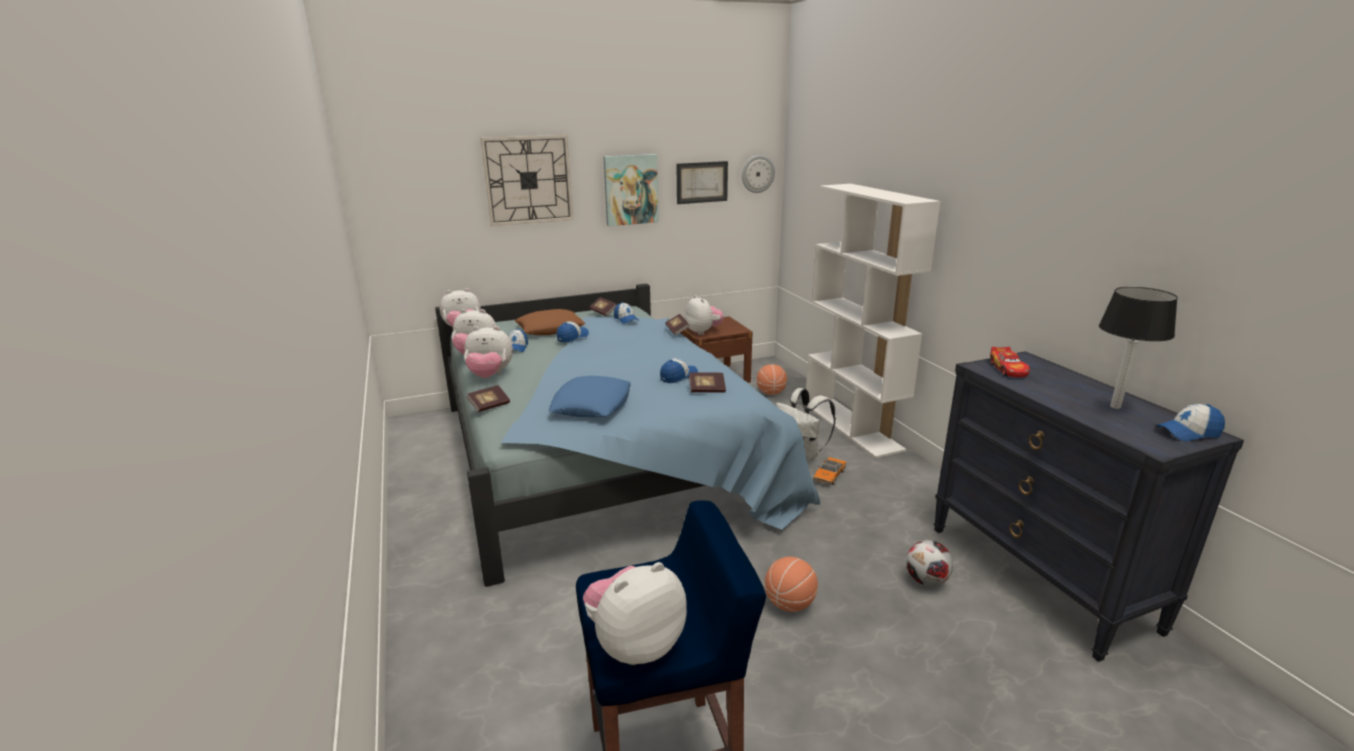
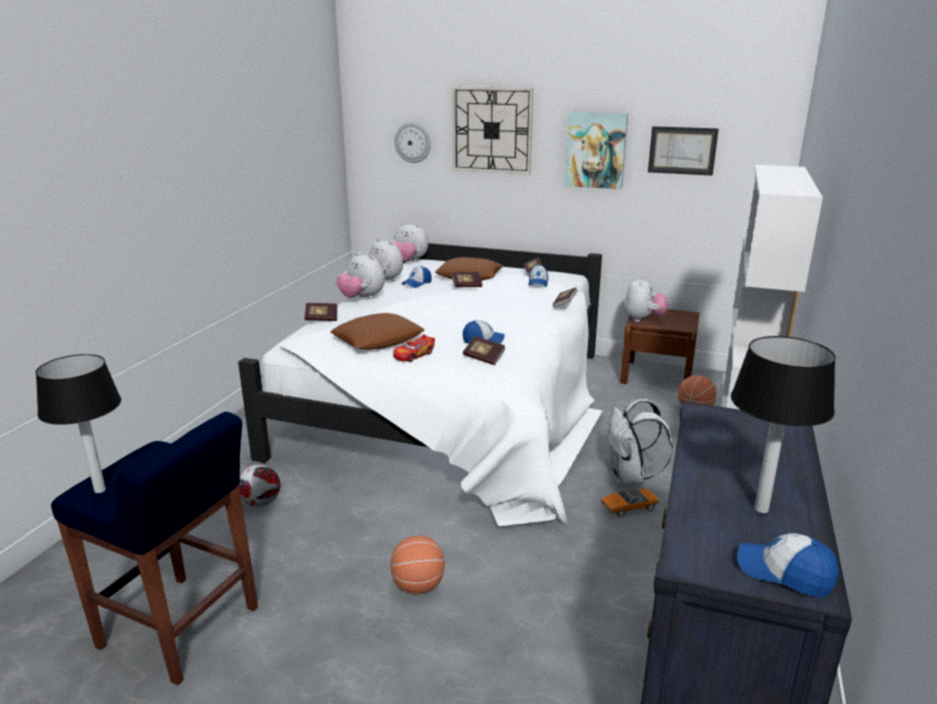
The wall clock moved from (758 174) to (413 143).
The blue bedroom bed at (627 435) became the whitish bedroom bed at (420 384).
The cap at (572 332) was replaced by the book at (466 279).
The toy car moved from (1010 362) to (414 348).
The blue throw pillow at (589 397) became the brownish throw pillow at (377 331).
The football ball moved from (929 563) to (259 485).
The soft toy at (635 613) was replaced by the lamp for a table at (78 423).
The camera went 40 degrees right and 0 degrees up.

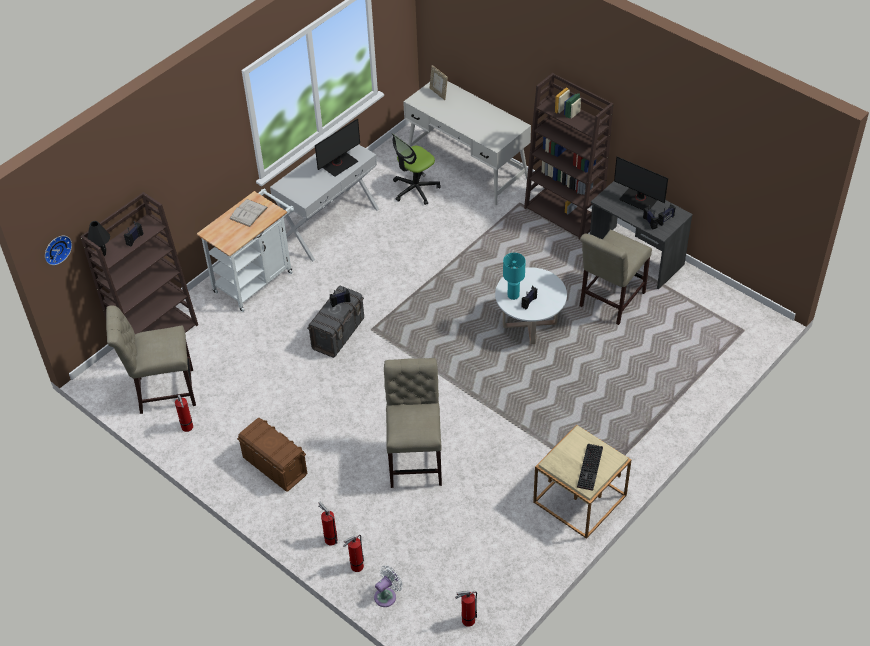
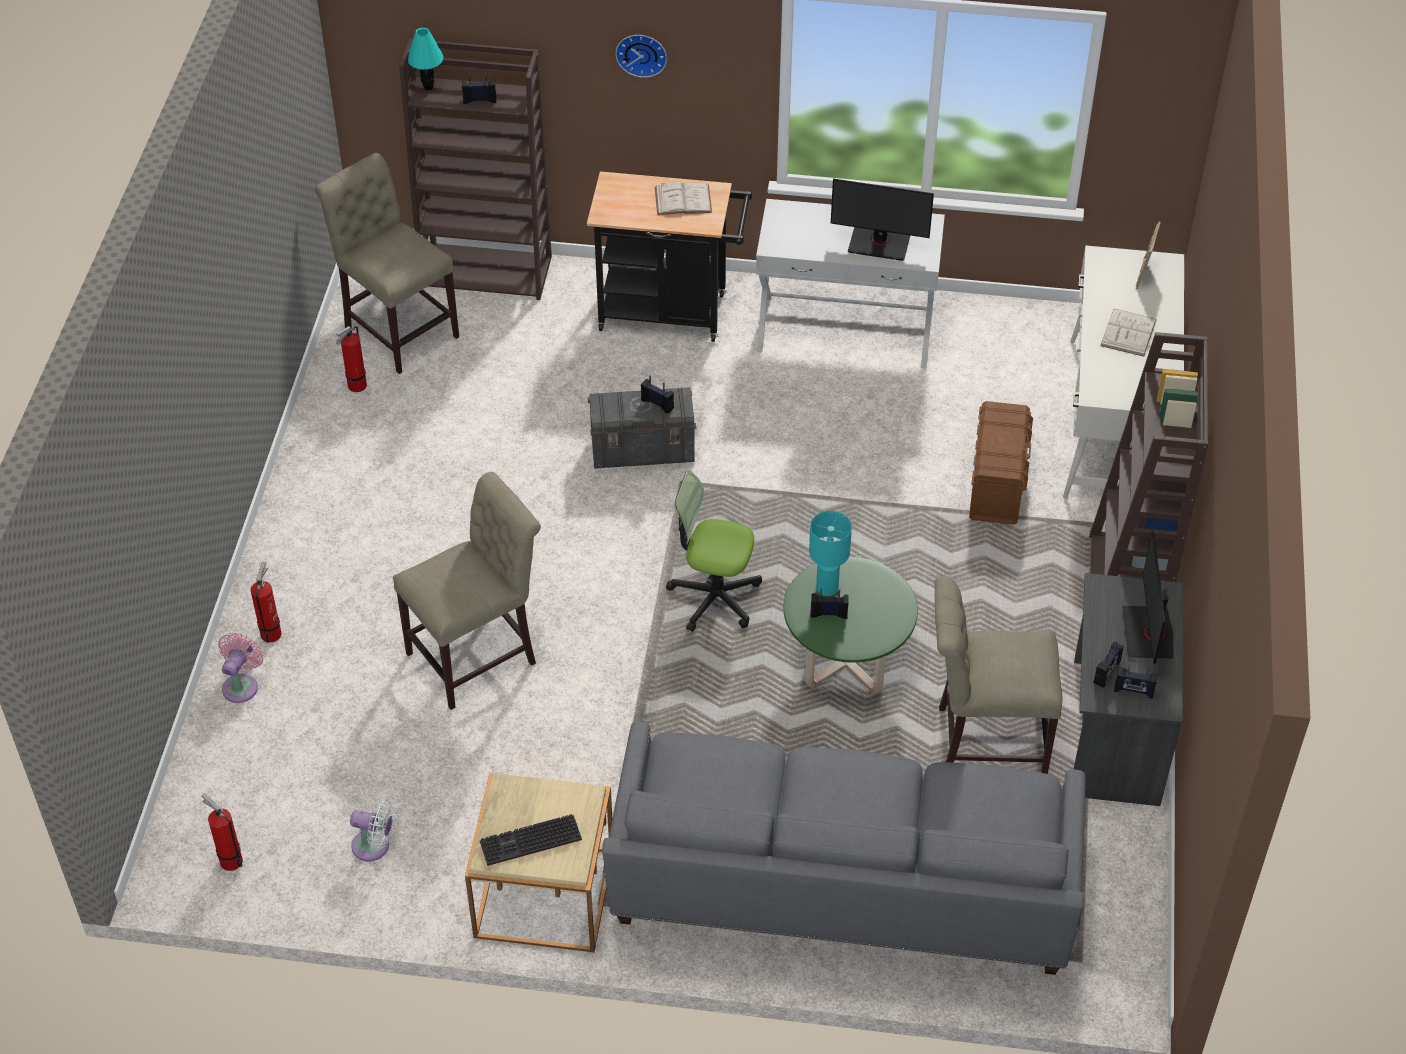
The office chair moved from (416 169) to (714 551).
The whitish trolley at (245 250) became the blackish trolley at (669 256).
The blackish lamp for a table at (98 238) became the turquoise-coloured lamp for a table at (425 59).
The wall clock moved from (58 250) to (641 56).
The whitish coffee table at (531 305) became the green-coloured coffee table at (851 626).
The brownish storage bin moved from (272 455) to (1001 463).
The fire extinguisher at (353 553) was replaced by the pink-coloured fan at (241 668).
The whitish fan moved from (388 586) to (372 830).
The whitish book at (1128 333) appeared.
The grey sofa at (844 848) appeared.
The camera went 55 degrees right and 0 degrees up.

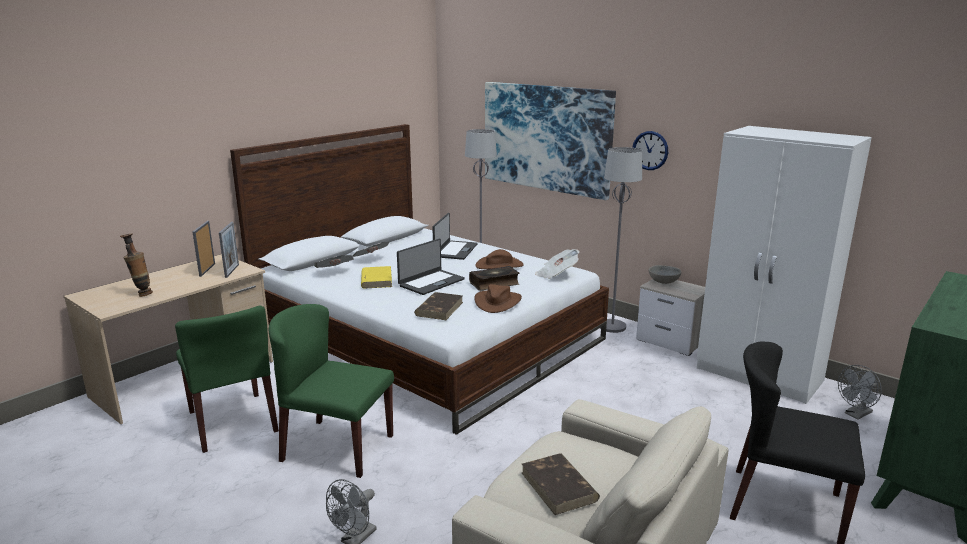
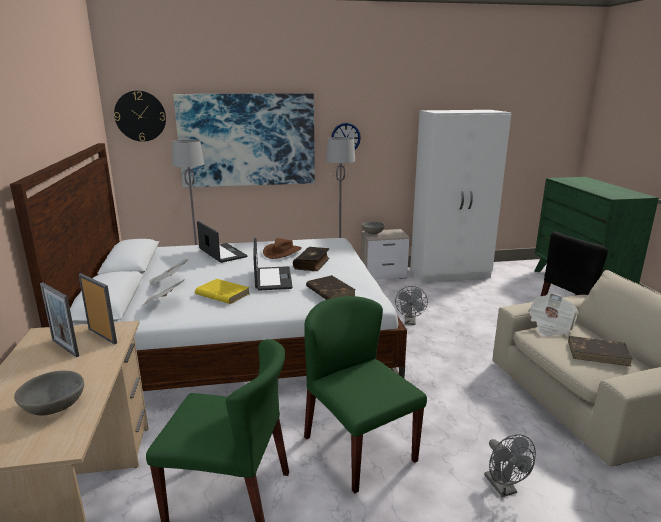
The flower vase at (136 265) was replaced by the grey deep dish at (49 393).
The daily paper moved from (557 264) to (553 314).
The brownish wearable hat at (498 298) disappeared.
The green-coloured plain chair at (331 391) turned 90 degrees clockwise.
The grey fan moved from (860 392) to (411 305).
The wall clock at (140 116) appeared.
The camera went 50 degrees left and 0 degrees up.

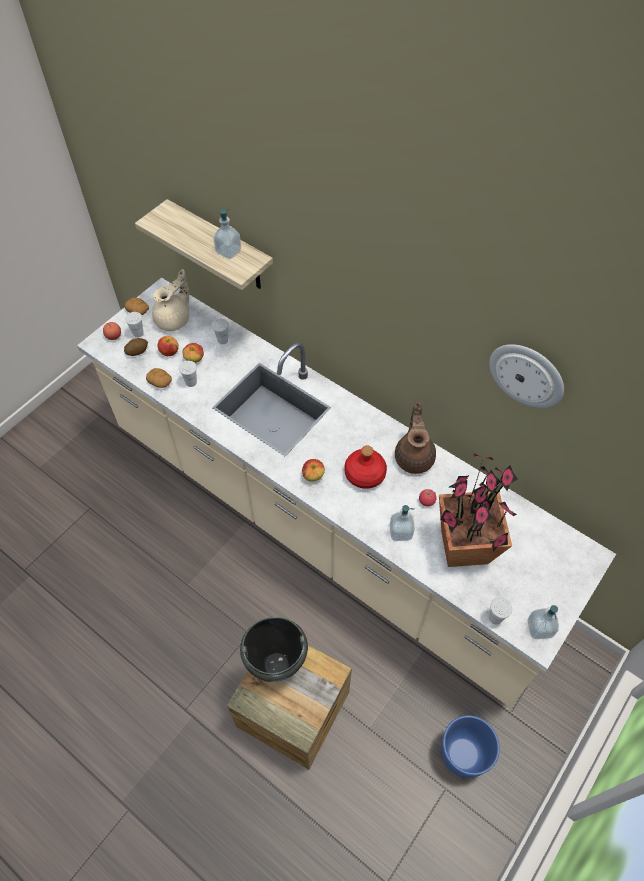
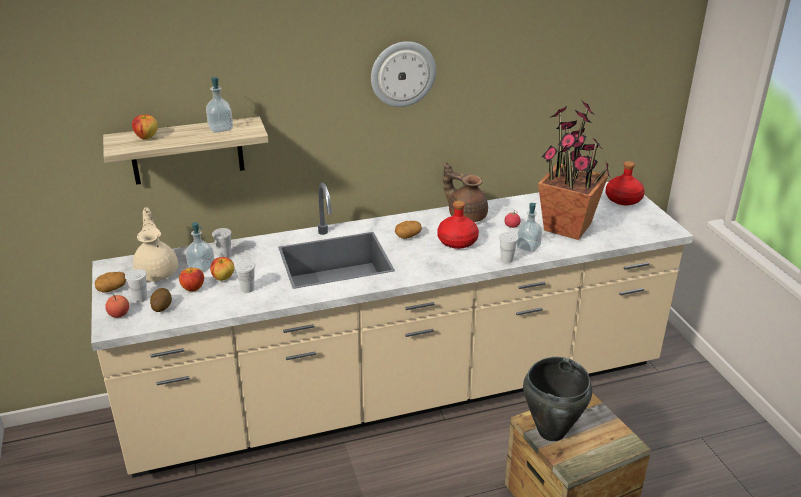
The wall clock moved from (526 376) to (403 74).
The spud moved from (159 378) to (408 230).
The whole apple moved from (313 470) to (145 126).
The whitish small cup moved from (500 610) to (509 247).
The soap dispenser moved from (543 622) to (200 247).
The blue planter at (470 746) disappeared.
The red-coloured drink bottle at (625 183) appeared.
The camera went 55 degrees left and 25 degrees down.

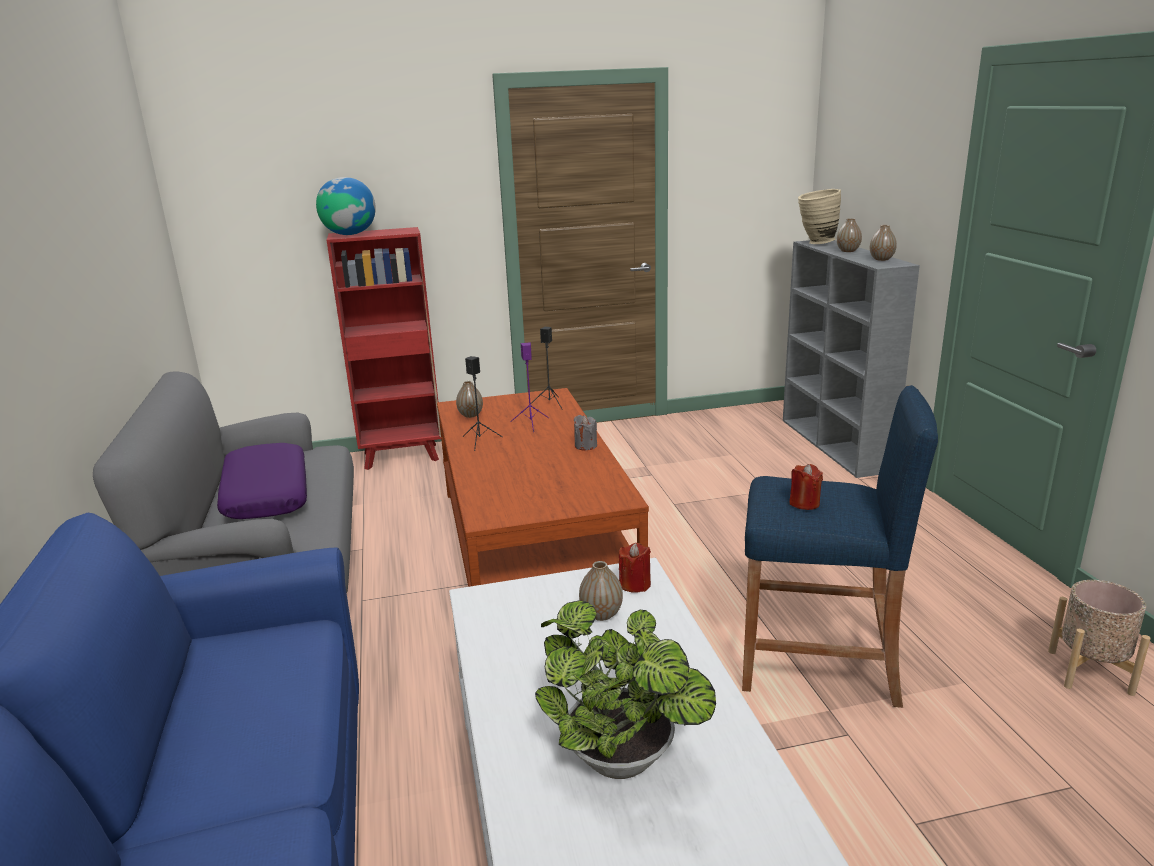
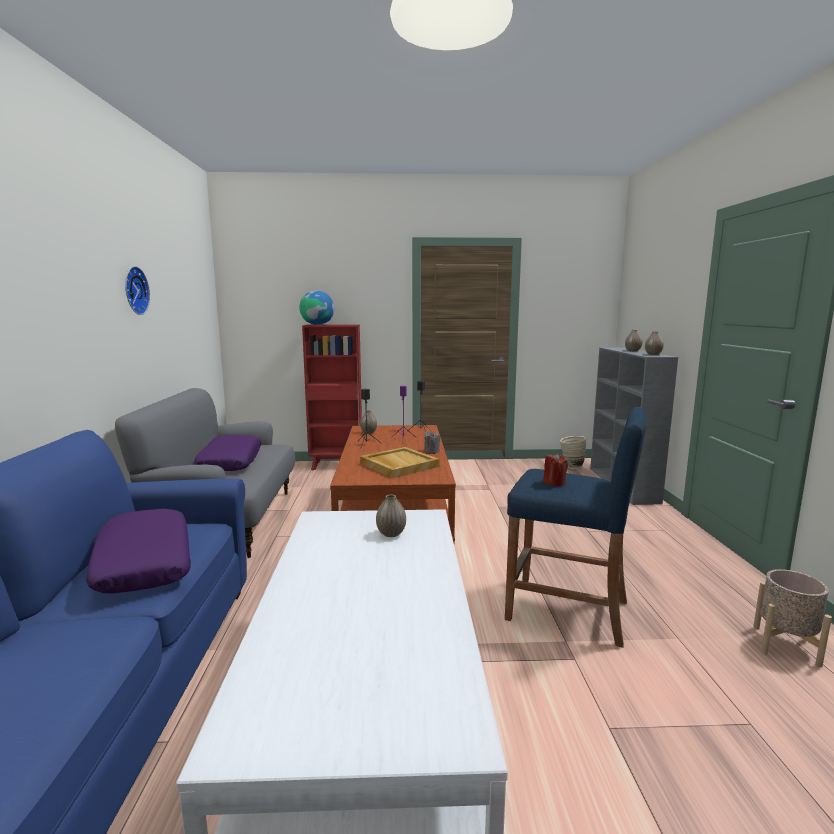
The beige flower vase moved from (819 216) to (573 452).
The red-coloured wax light at (635 568) disappeared.
The houseplant at (625 689) disappeared.
The wall clock at (137 290) appeared.
The beige tray at (400 462) appeared.
The purplish throw pillow at (138 551) appeared.
The camera went 10 degrees right and 10 degrees down.

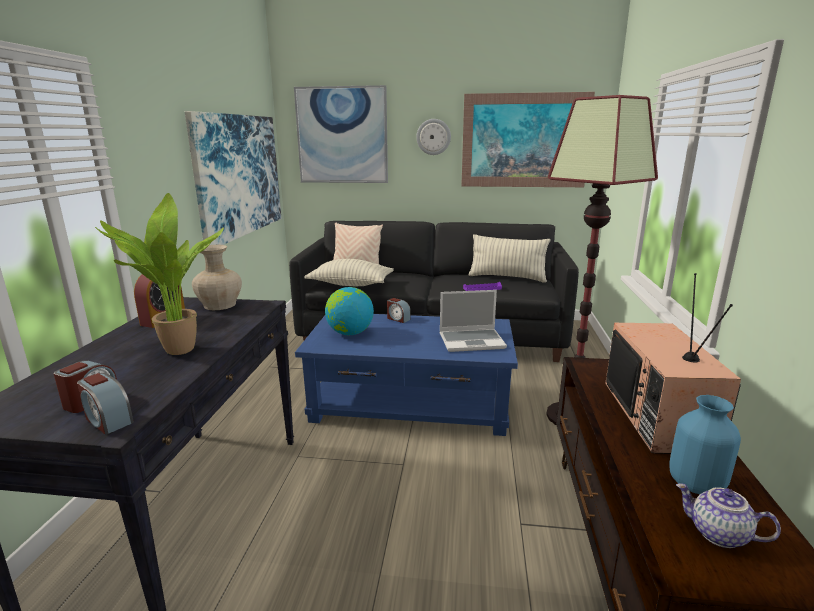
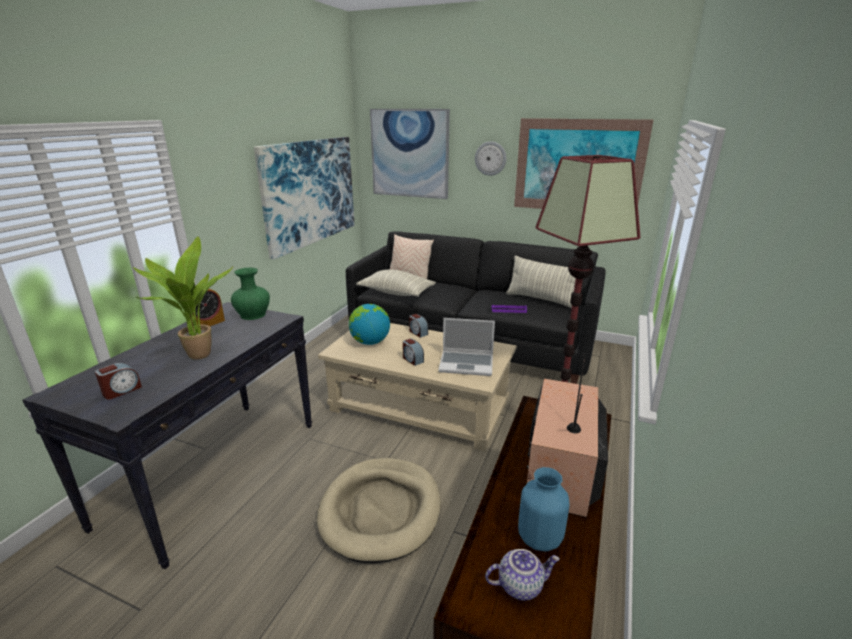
The beige flower vase at (217 277) became the green-coloured flower vase at (250 294).
The blue coffee table at (406 375) became the beige coffee table at (417 387).
The bedside clock moved from (105 404) to (413 352).
The teapot at (728 515) turned 120 degrees clockwise.
The beige pet bed at (379 511) appeared.
The camera went 15 degrees right and 5 degrees up.

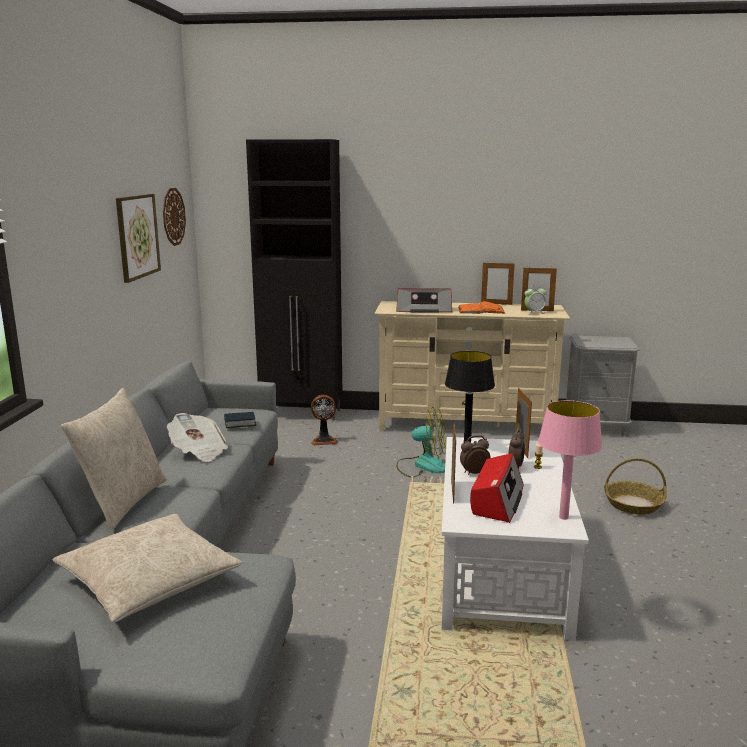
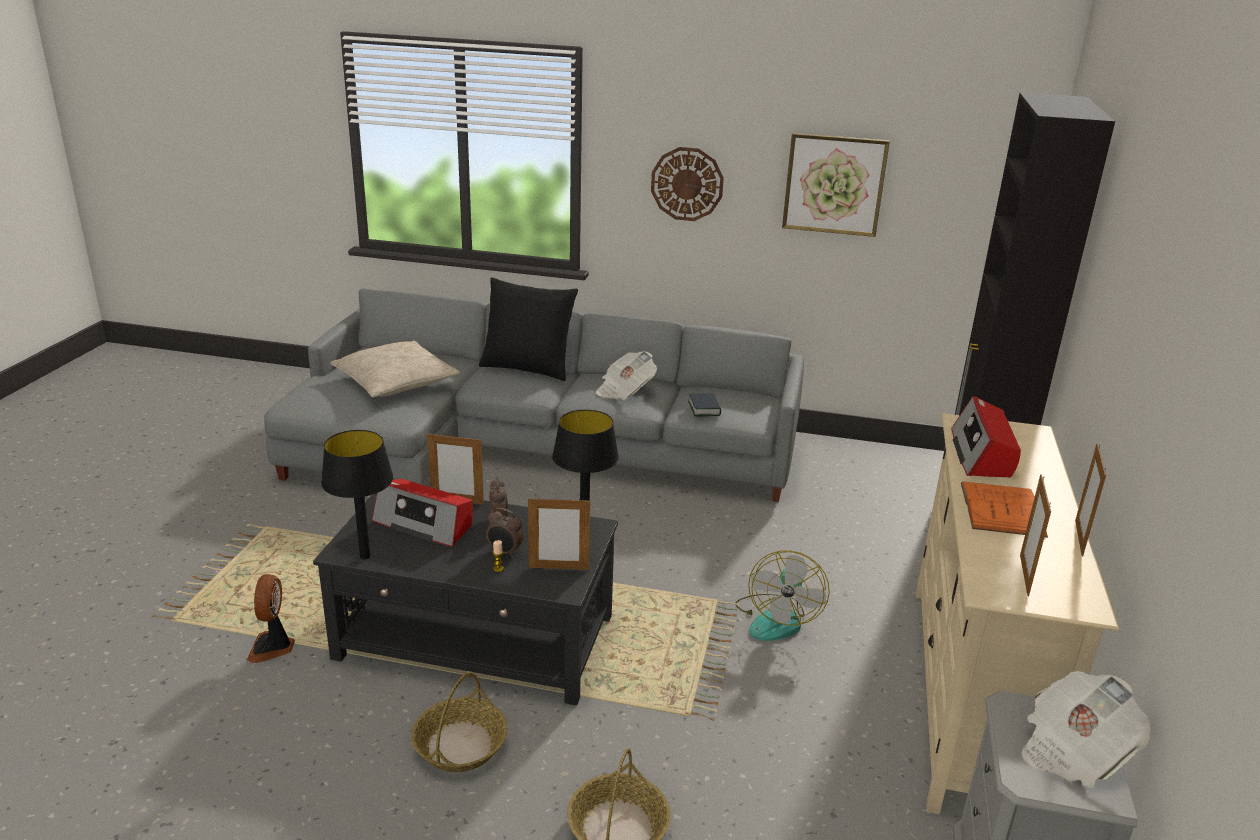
The wall clock moved from (174 217) to (687 184).
The bedside clock at (535 300) disappeared.
The beige throw pillow at (114 459) became the blackish throw pillow at (528 329).
The fan moved from (324 420) to (271 618).
The pink-coloured lamp for a table at (570 460) became the blackish lamp for a table at (357 494).
The whitish coffee table at (515 538) became the blackish coffee table at (465 599).
The daily paper at (1086 729) appeared.
The basket at (459 722) appeared.
The camera went 95 degrees right and 10 degrees up.

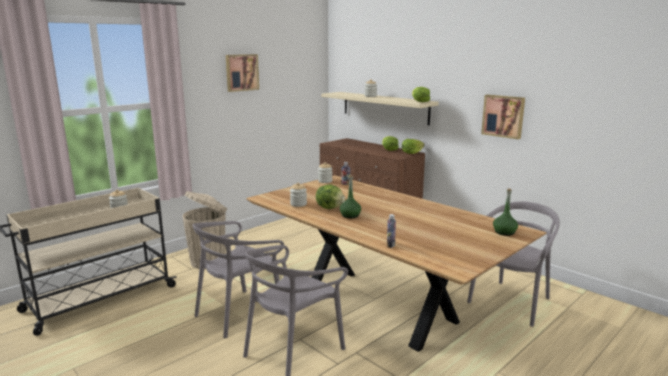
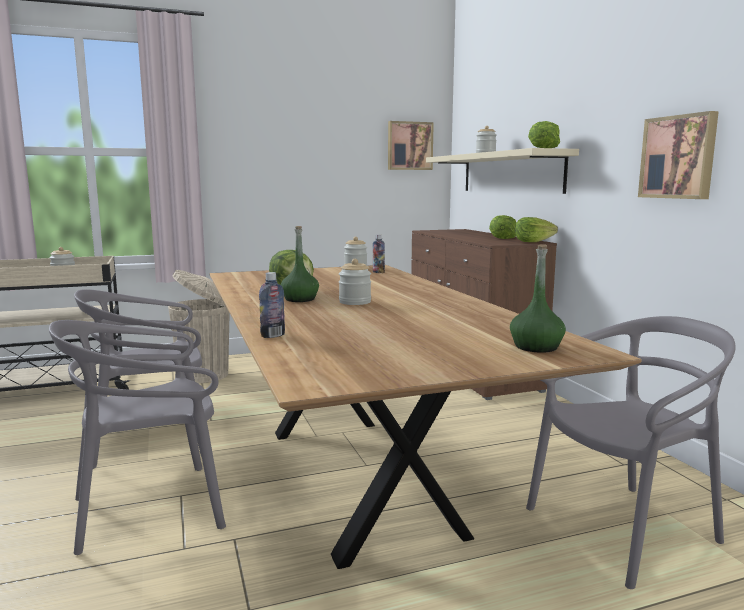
The wall picture moved from (242 73) to (411 145).
The jar moved from (298 194) to (355 282).
The camera went 25 degrees right and 5 degrees down.

